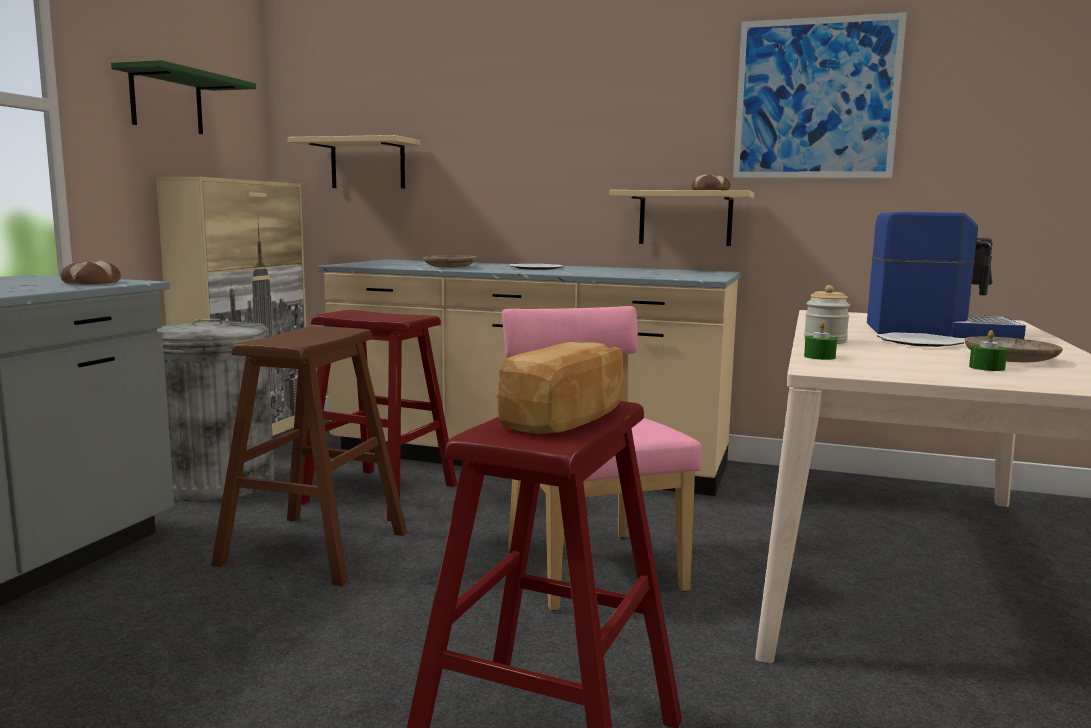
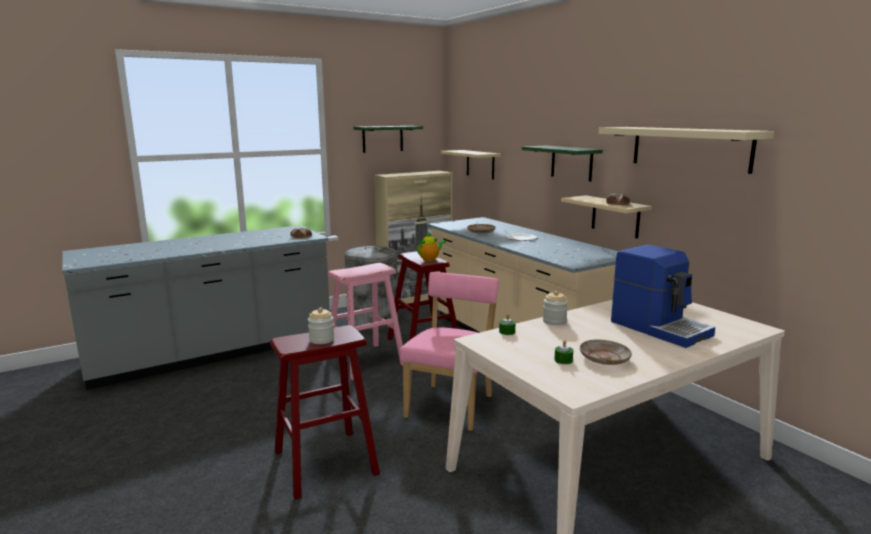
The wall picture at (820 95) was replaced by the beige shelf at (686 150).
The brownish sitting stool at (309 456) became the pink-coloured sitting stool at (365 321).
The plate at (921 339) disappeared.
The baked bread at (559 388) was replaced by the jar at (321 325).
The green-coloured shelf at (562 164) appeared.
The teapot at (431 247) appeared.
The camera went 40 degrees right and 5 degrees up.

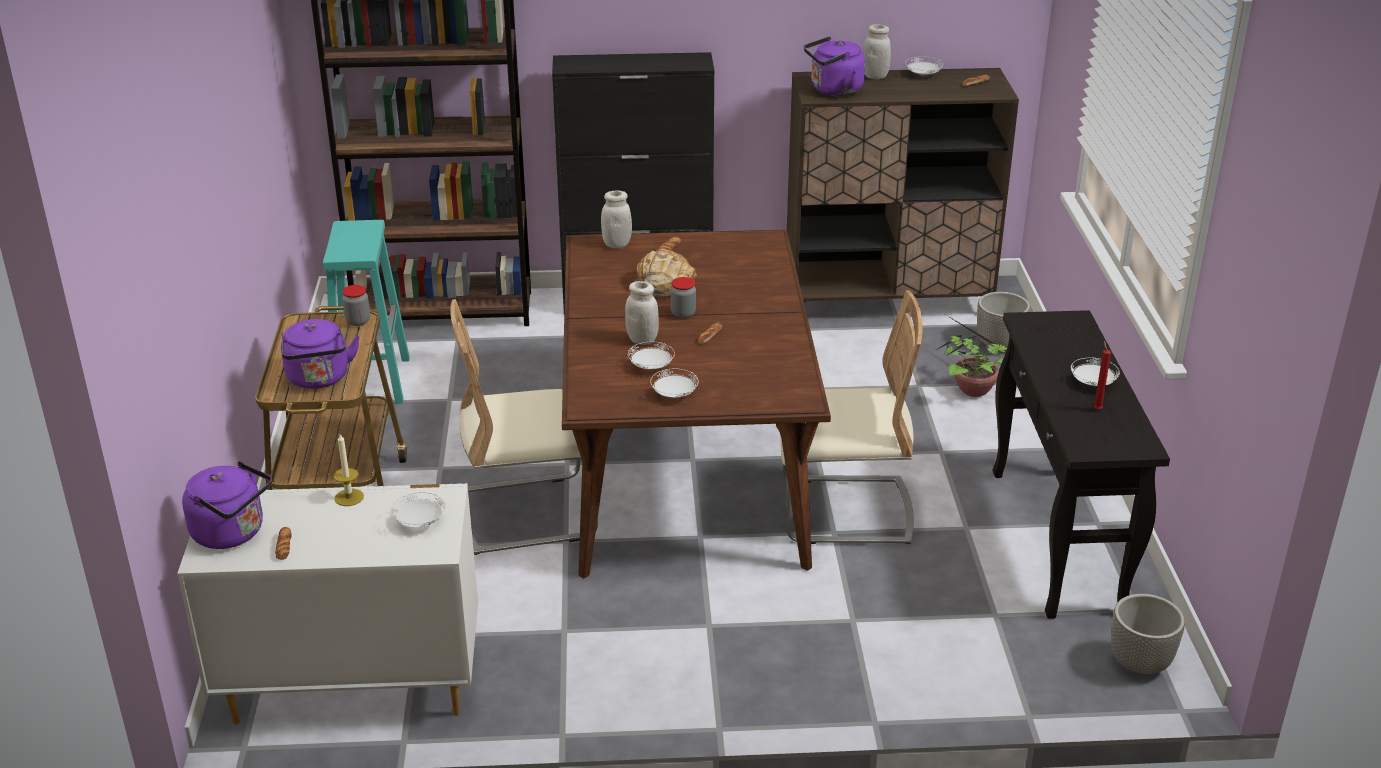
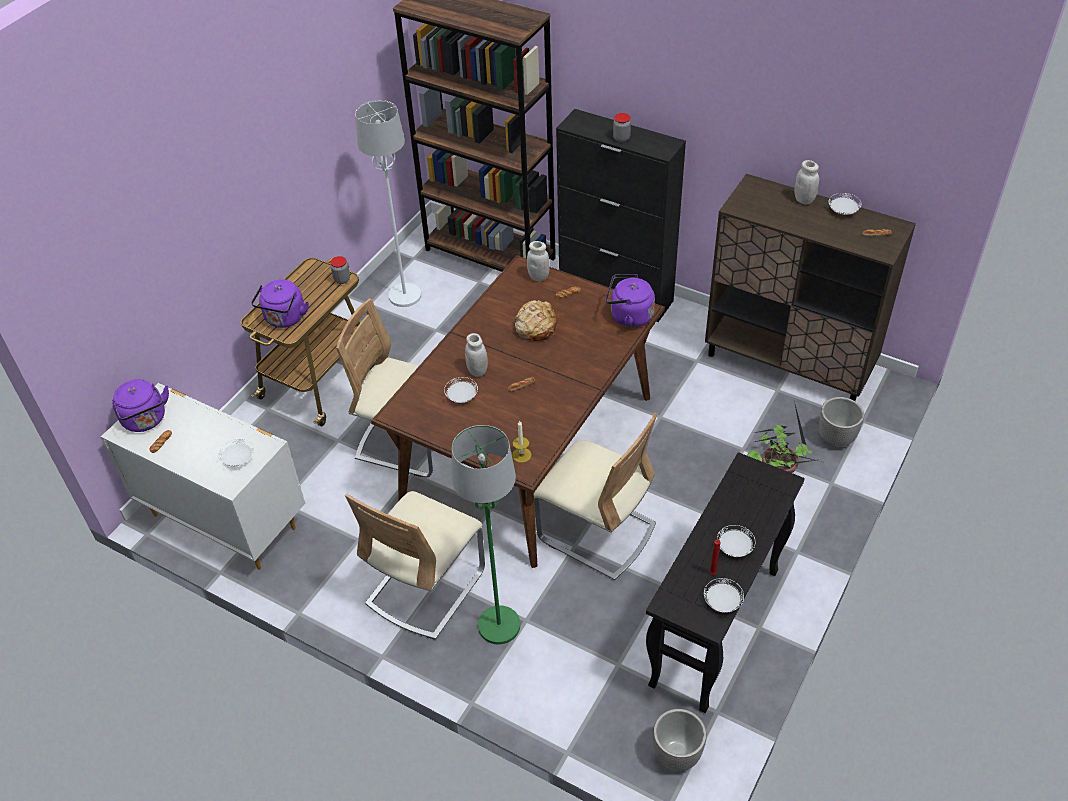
The purplish kettle moved from (834 66) to (630 300).
The turquoise-coloured sitting stool at (366 312) was replaced by the whitish standard lamp at (388 203).
The jar moved from (683 298) to (622 127).
The whitish plate moved from (674 383) to (724 595).
The wax light moved from (348 470) to (522 441).
The green-coloured standard lamp at (486 534) appeared.
The beige plain chair at (415 565) appeared.
The camera went 35 degrees right and 15 degrees up.

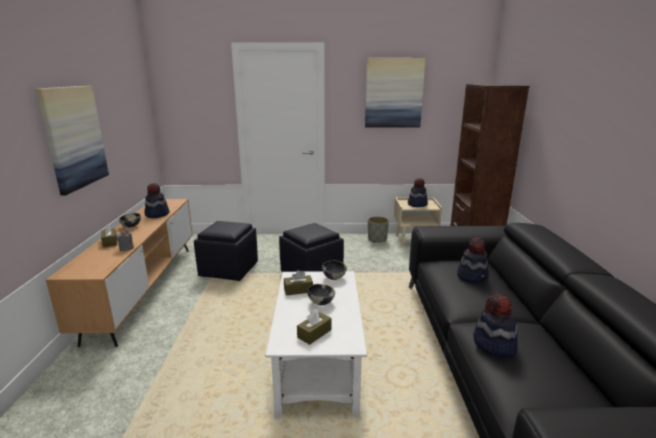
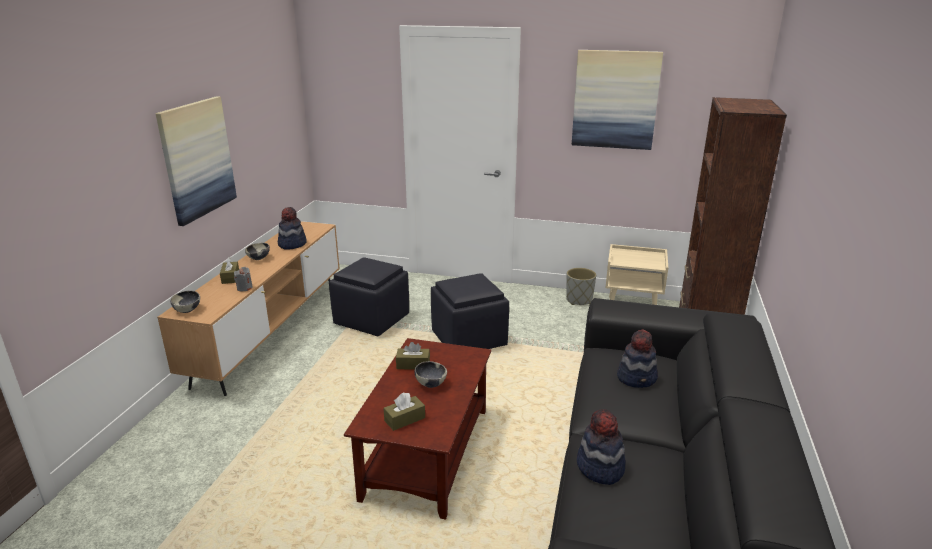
The wearable hat at (418 192) disappeared.
The deep dish moved from (334 270) to (185 301).
The whitish coffee table at (316 345) became the brownish coffee table at (418 429).
The camera went 15 degrees right and 5 degrees up.

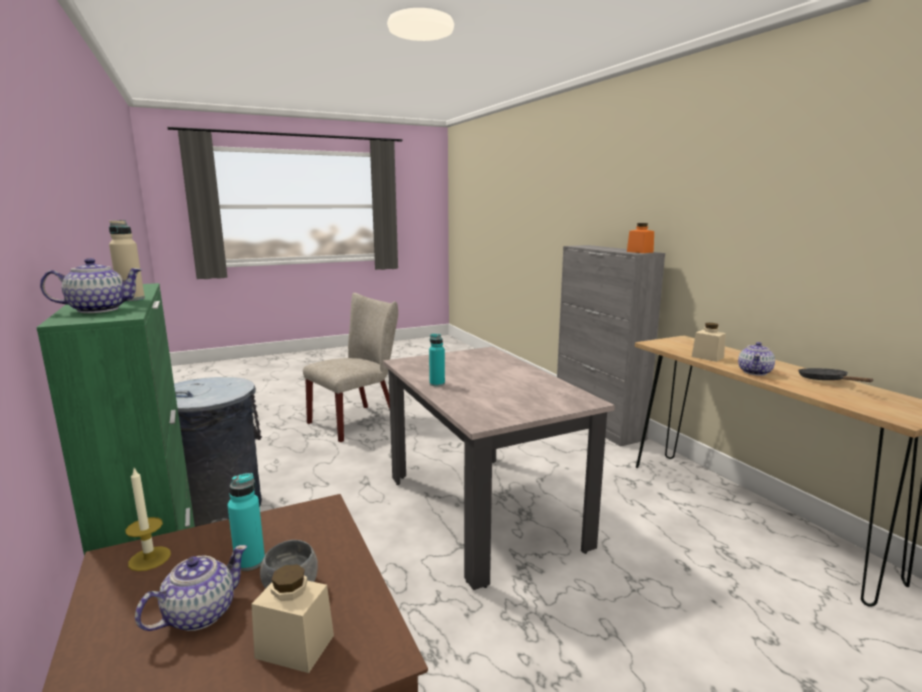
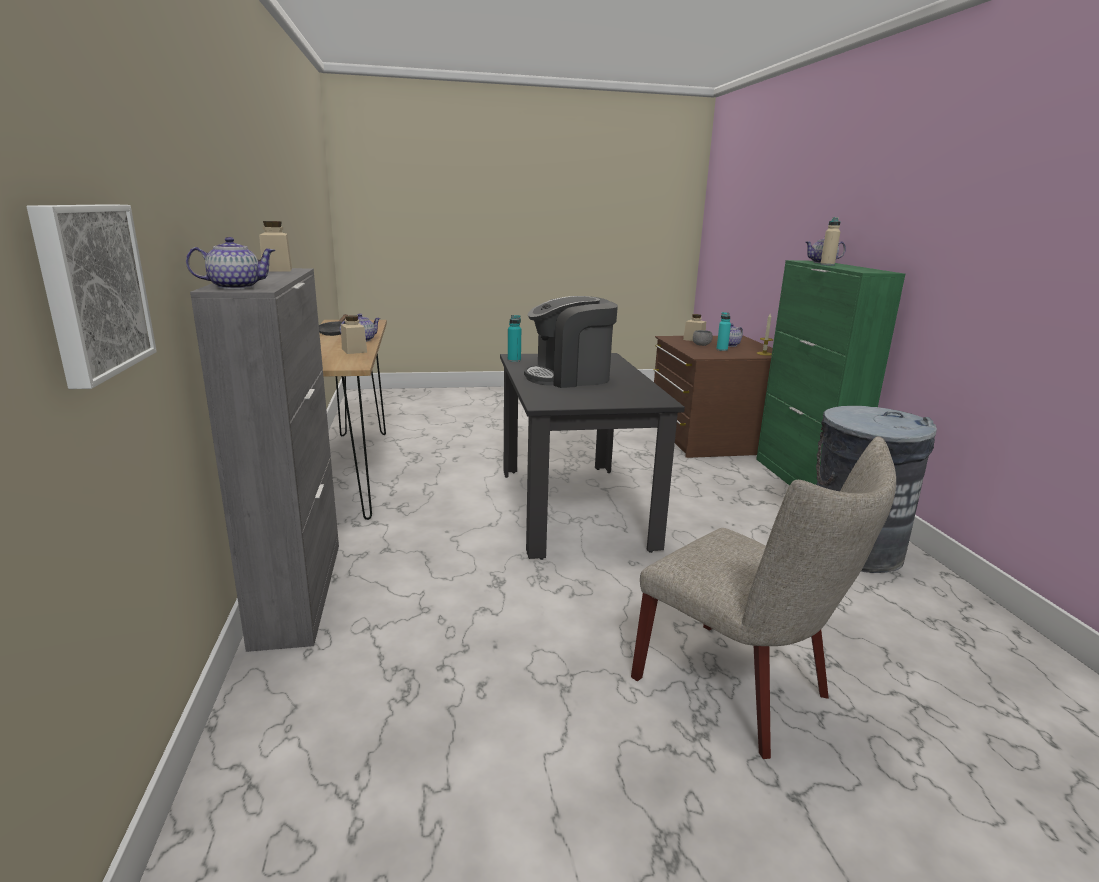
The orange jar at (640 238) became the beige jar at (275 246).
The beige plain chair at (350 367) turned 105 degrees counterclockwise.
The turquoise-coloured drink bottle moved from (437 360) to (514 338).
The beige dinner table at (499 468) became the blackish dinner table at (592 456).
The wall picture at (92 296) appeared.
The teapot at (231 263) appeared.
The coffee brewer at (571 342) appeared.
The camera went 165 degrees left and 5 degrees up.

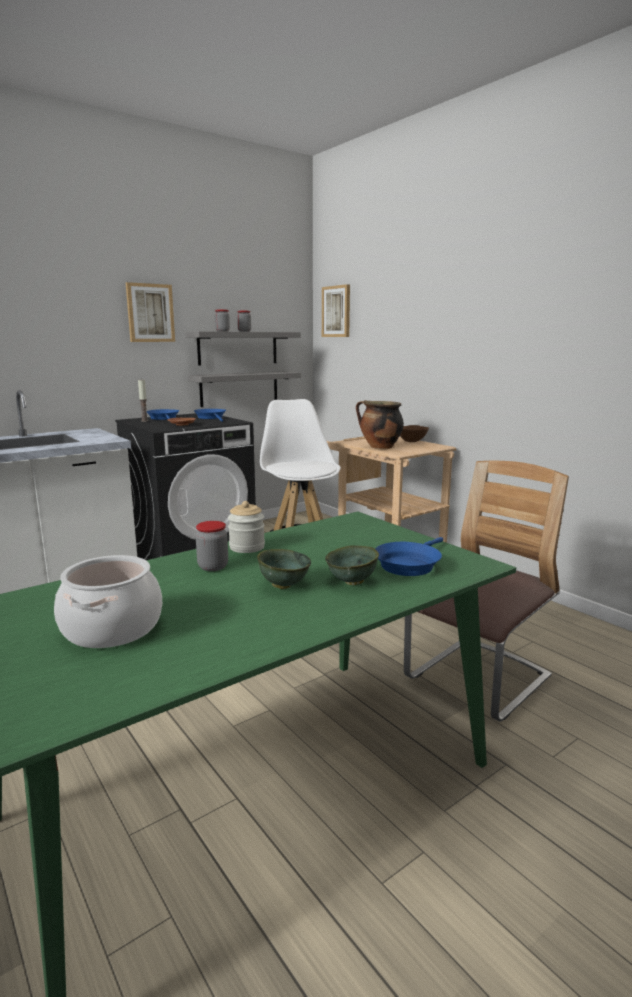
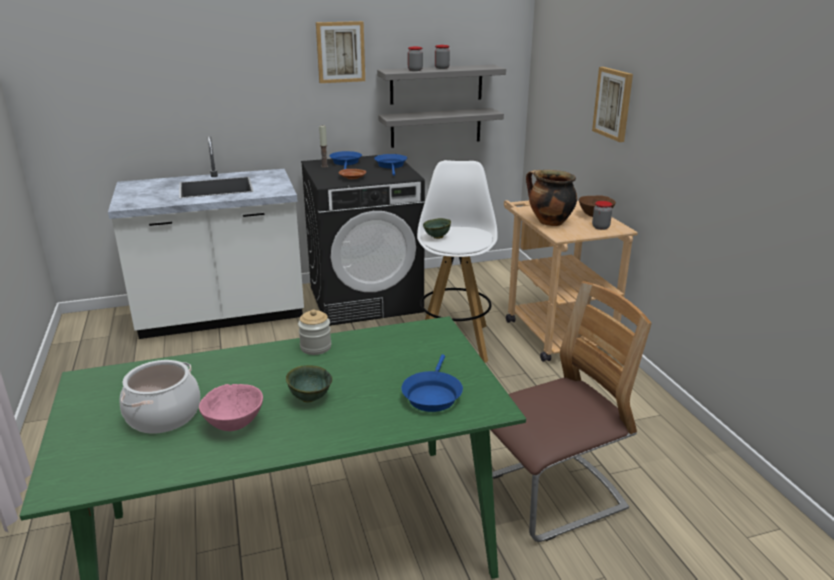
The wall picture moved from (336 310) to (612 104).
The jar moved from (212 546) to (602 215).
The blue skillet at (409 556) turned 45 degrees counterclockwise.
The green-coloured deep dish moved from (352 565) to (437 228).
The pink-coloured deep dish at (231 407) appeared.
The camera went 20 degrees right and 10 degrees up.

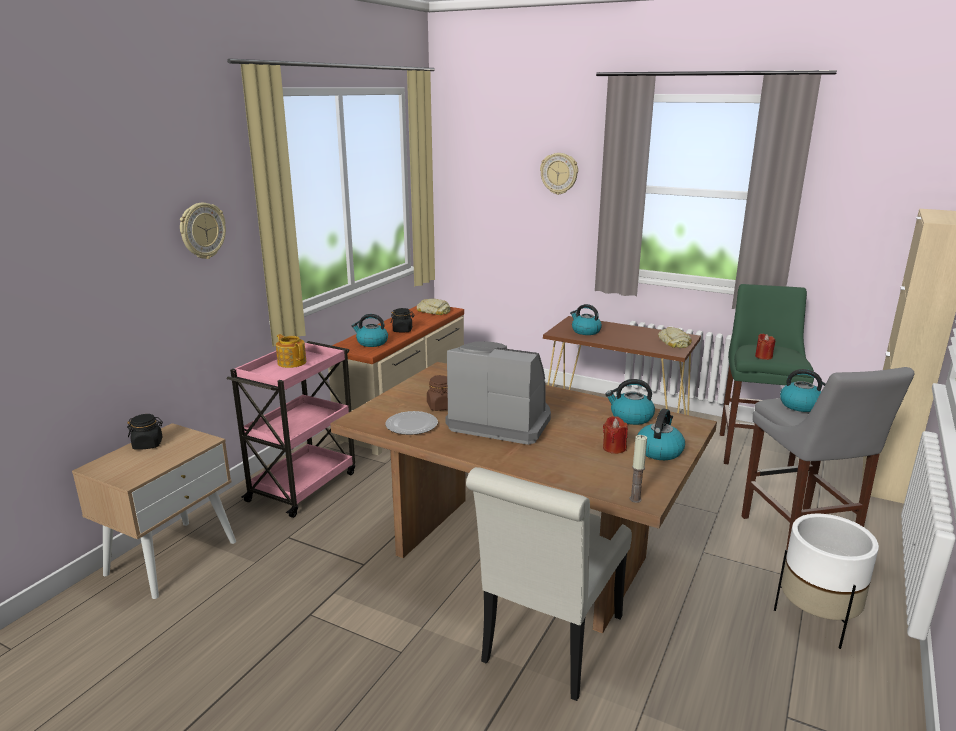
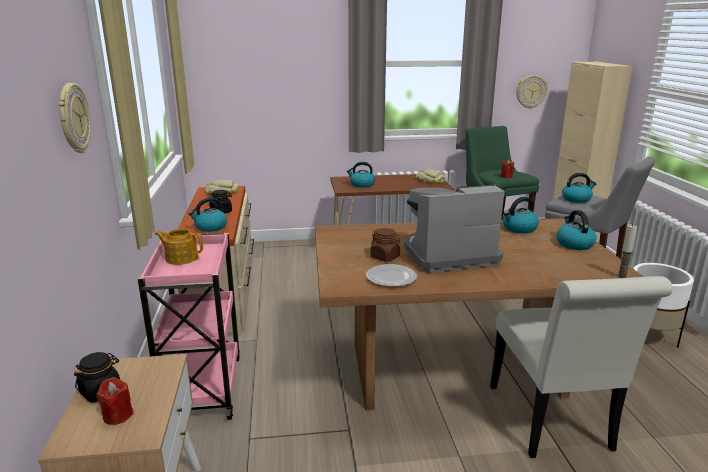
The wall clock moved from (559 174) to (532 92).
The red-coloured wax light moved from (615 435) to (115 401).
The camera went 35 degrees left and 0 degrees up.

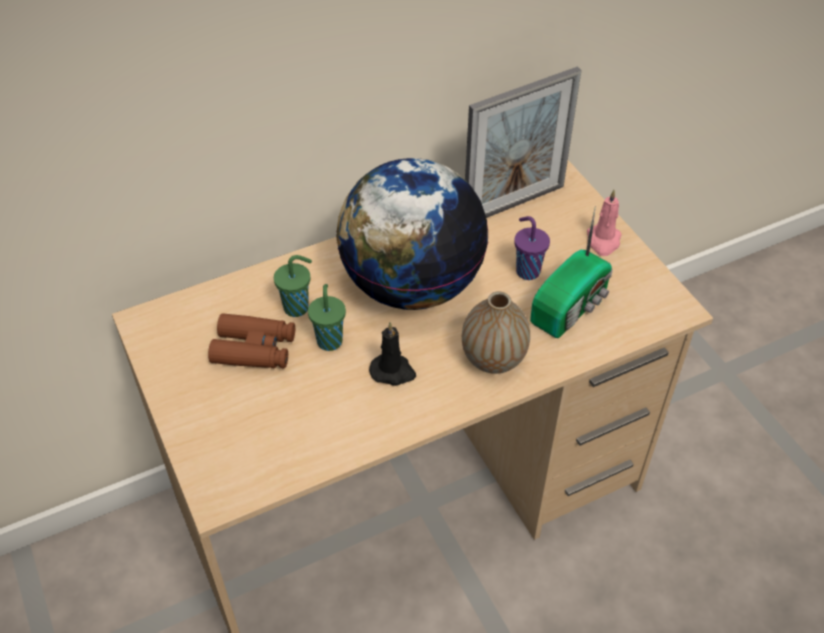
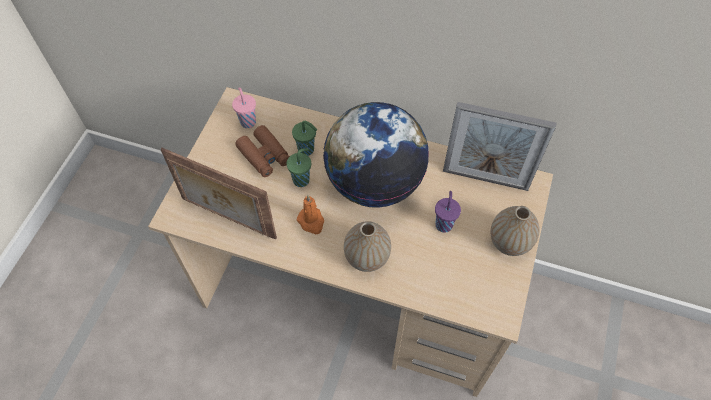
The pink-coloured wax light at (604 223) was replaced by the flower vase at (515 231).
The radio set at (571 272) disappeared.
The blackish wax light at (392 354) became the orange wax light at (310 214).
The pink-coloured small cup at (244 107) appeared.
The standing frame at (218 193) appeared.
The camera went 45 degrees right and 10 degrees up.

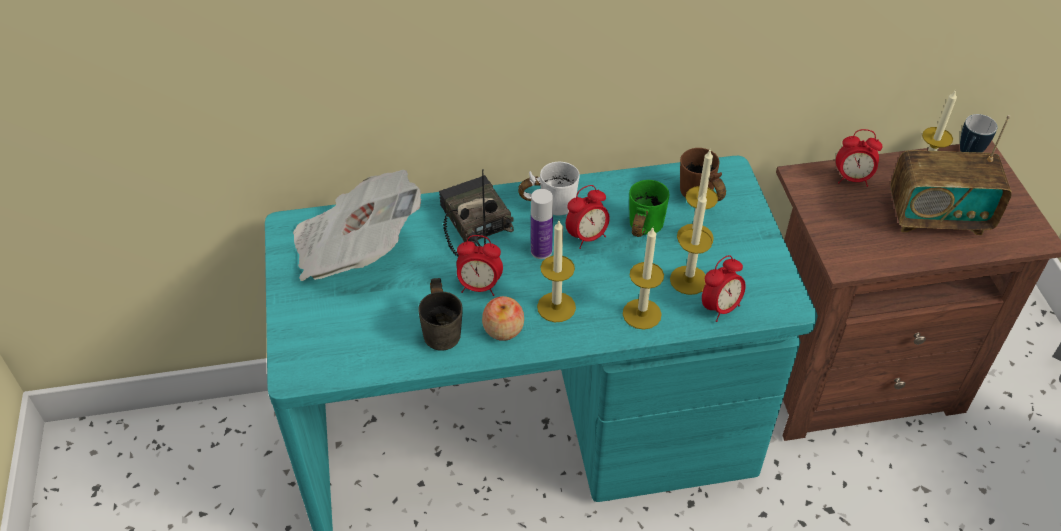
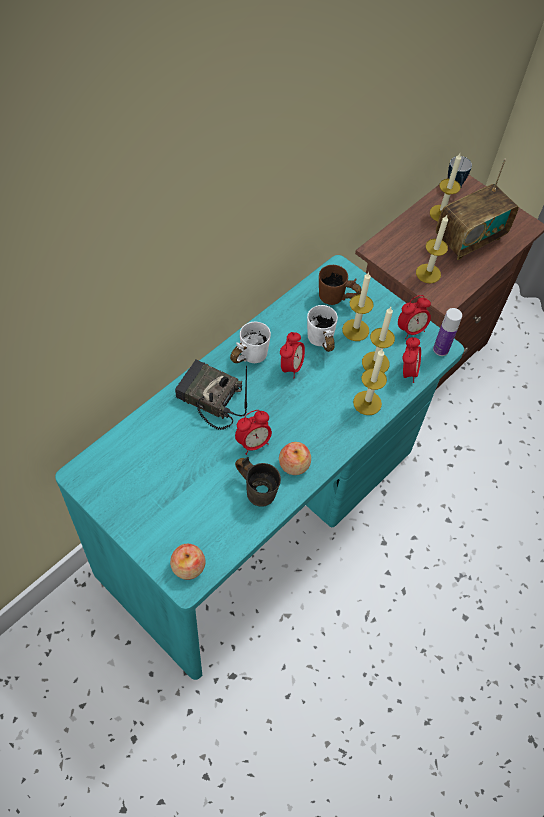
The bedside clock moved from (859 158) to (414 317).
The daily paper at (357 225) disappeared.
The green-coloured coffee mug at (649 208) became the whitish coffee mug at (322 328).
The drink bottle moved from (542 224) to (447 332).
The wax light moved from (556 271) to (432 249).
The whole apple at (187 562) appeared.
The camera went 40 degrees left and 10 degrees up.

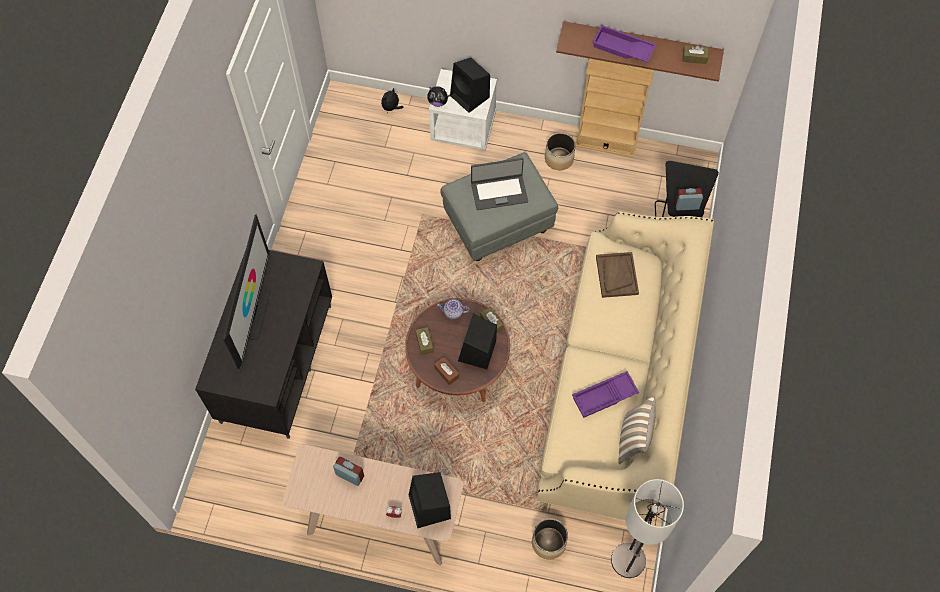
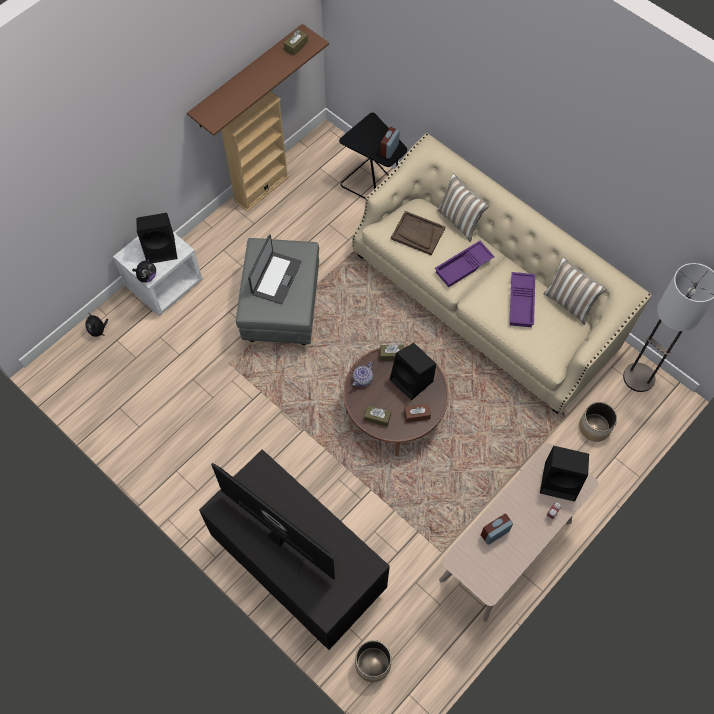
The purplish tray moved from (624 43) to (465 264).
The planter moved from (560 151) to (373 661).
The throw pillow at (463 207) appeared.
The camera went 60 degrees left and 0 degrees up.

